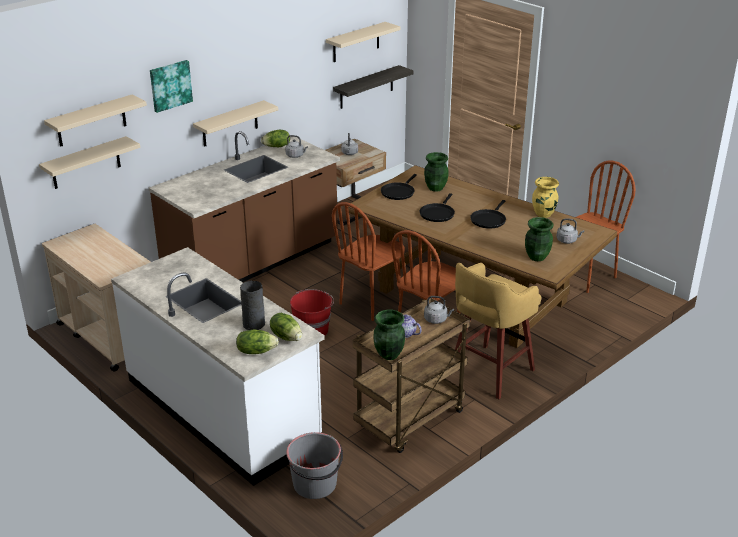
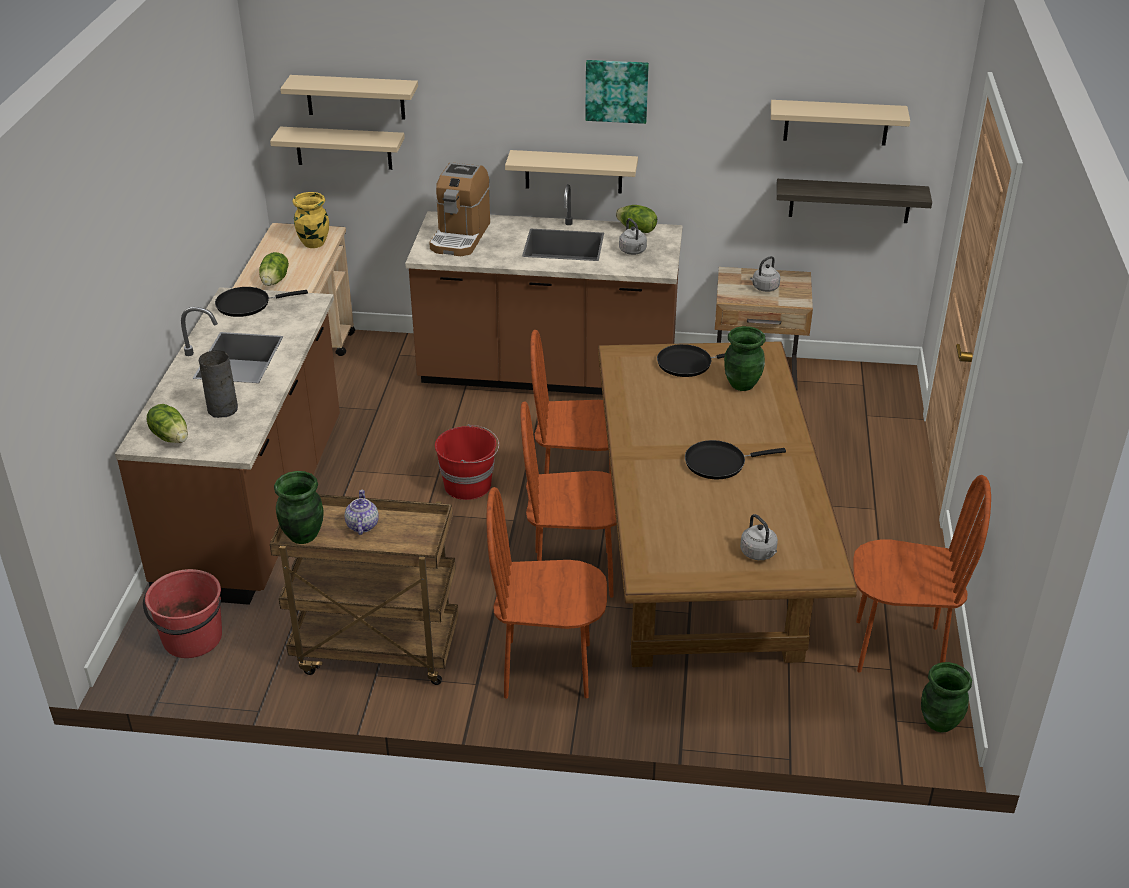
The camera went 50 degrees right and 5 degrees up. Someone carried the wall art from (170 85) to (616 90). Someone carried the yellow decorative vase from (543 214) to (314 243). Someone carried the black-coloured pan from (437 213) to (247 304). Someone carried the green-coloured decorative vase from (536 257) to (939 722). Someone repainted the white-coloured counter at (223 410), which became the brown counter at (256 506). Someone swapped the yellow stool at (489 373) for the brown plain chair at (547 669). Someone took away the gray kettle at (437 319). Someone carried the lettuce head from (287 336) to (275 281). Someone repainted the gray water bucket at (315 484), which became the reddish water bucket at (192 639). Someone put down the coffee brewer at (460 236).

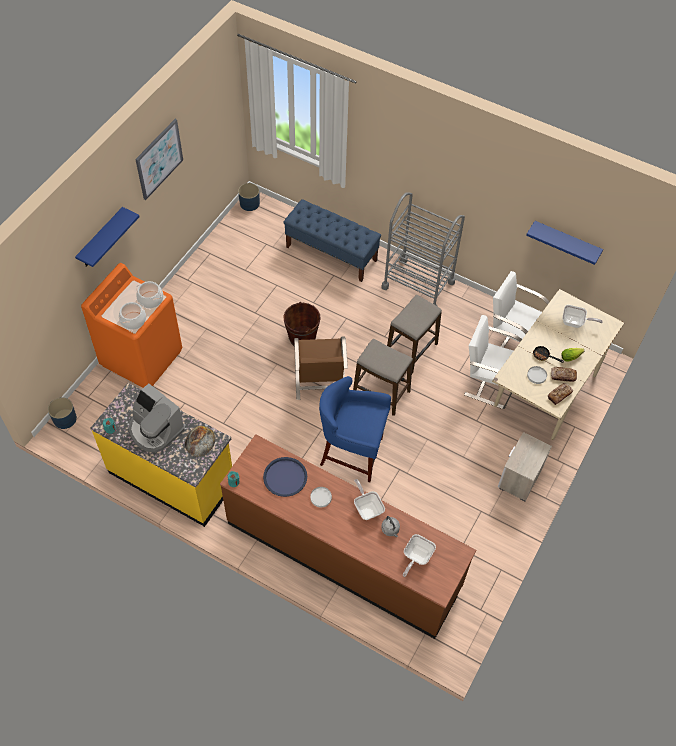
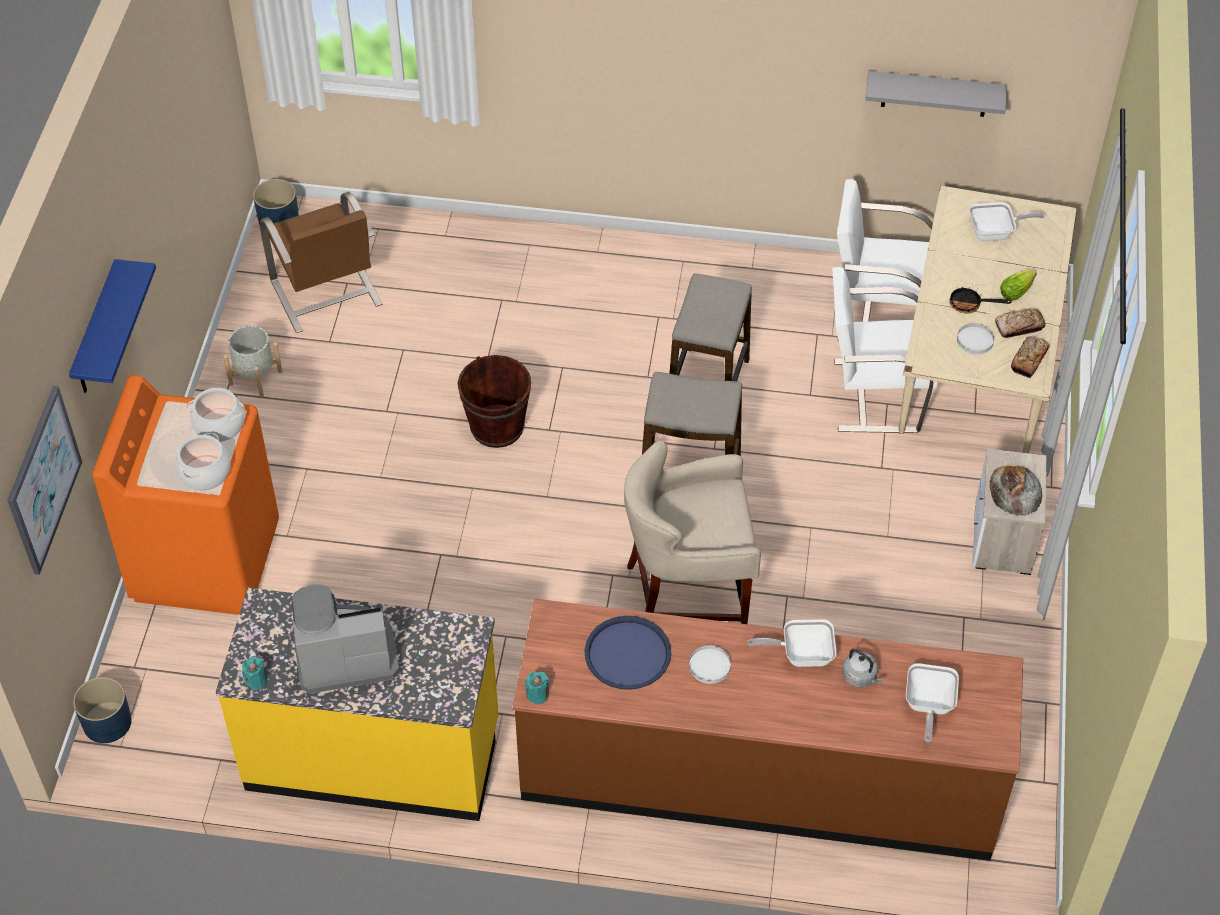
The camera went 20 degrees left and 5 degrees down. Someone carried the wall art from (159 159) to (43 480). Someone took away the gray wheeled cart at (418 284). Someone took away the bluish bench at (331 254). Someone repainted the bluish bracket shelf at (566 242), which became the gray bracket shelf at (934 94). Someone carried the brown plain chair from (320 382) to (326 294). Someone repainted the bluish stool at (352 453), which became the beige-coloured stool at (688 598). Someone rotated the coffee brewer at (155 430) by 150 degrees clockwise. Someone carried the baked bread from (200 441) to (1015 490). Someone rotated the pan at (367 507) by 45 degrees counterclockwise. Someone put down the gray flower pot at (255 378).

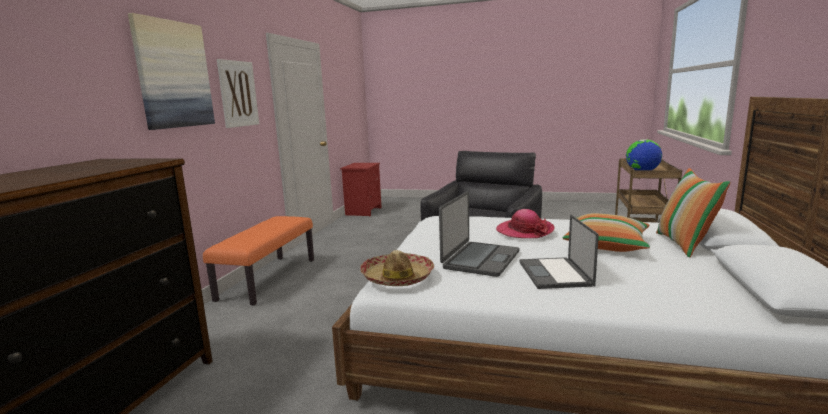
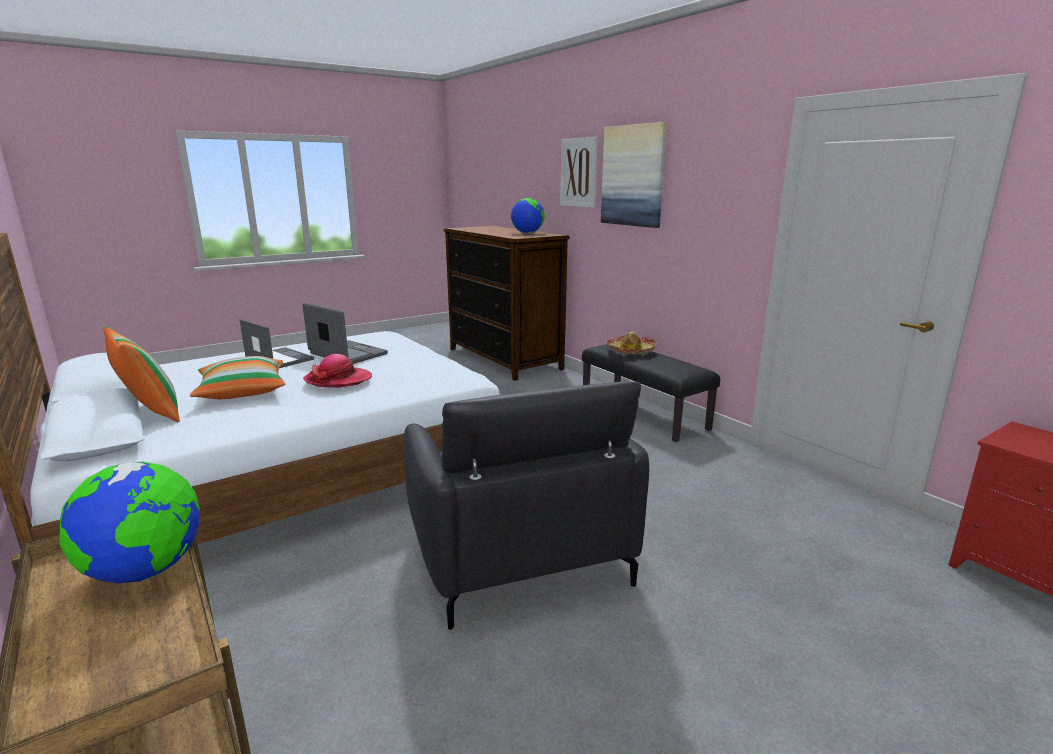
The camera went 130 degrees right and 5 degrees up. Someone carried the wall art from (238 94) to (578 172). Someone rotated the notebook computer at (480 259) by 150 degrees clockwise. Someone repainted the orangey bench at (268 279), which became the black-coloured bench at (644 414). Someone carried the clothing hat from (397 277) to (631 350). Someone put down the desk globe at (527 233).

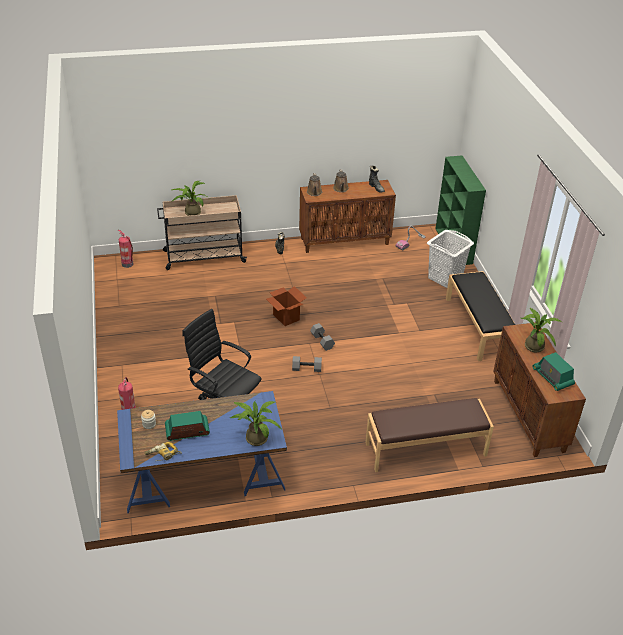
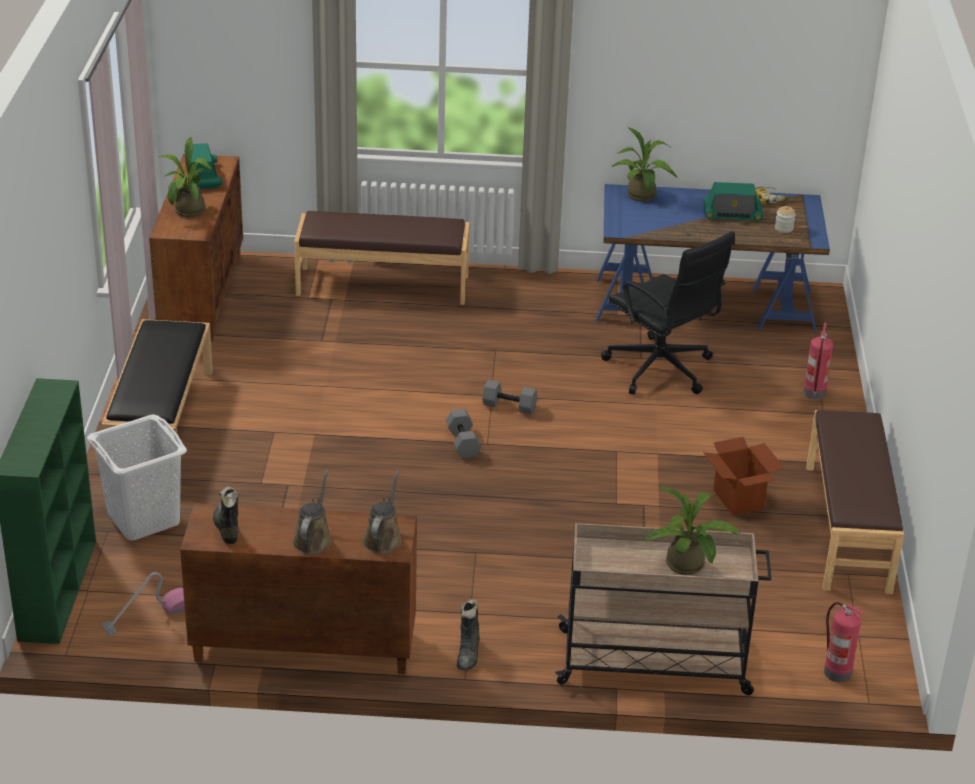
The camera went 165 degrees left and 5 degrees down. Someone carried the cardboard box from (286 317) to (738 499). Someone put down the brown bench at (848 528).

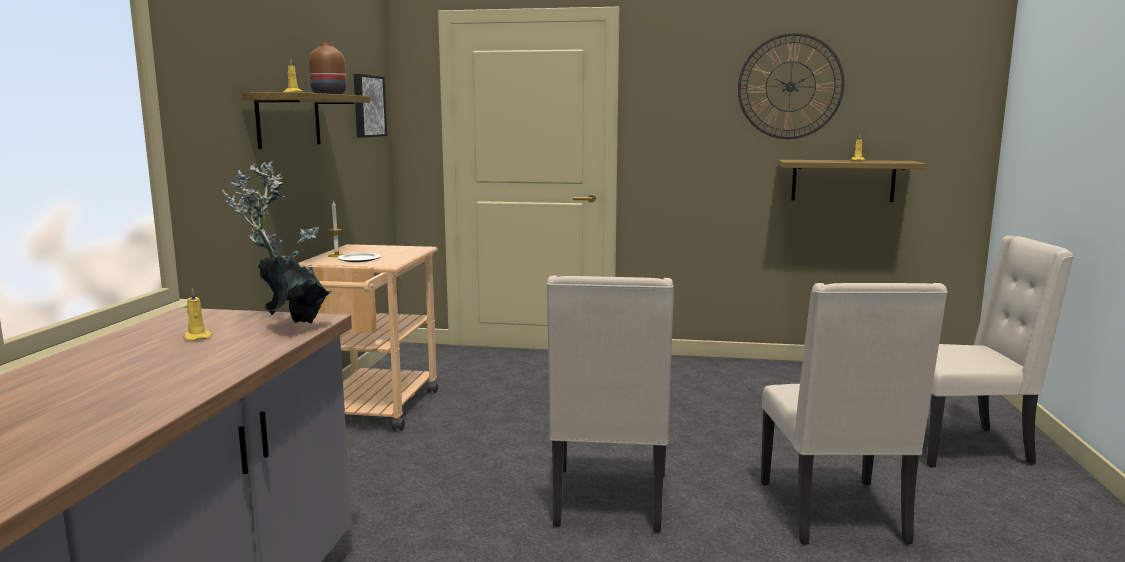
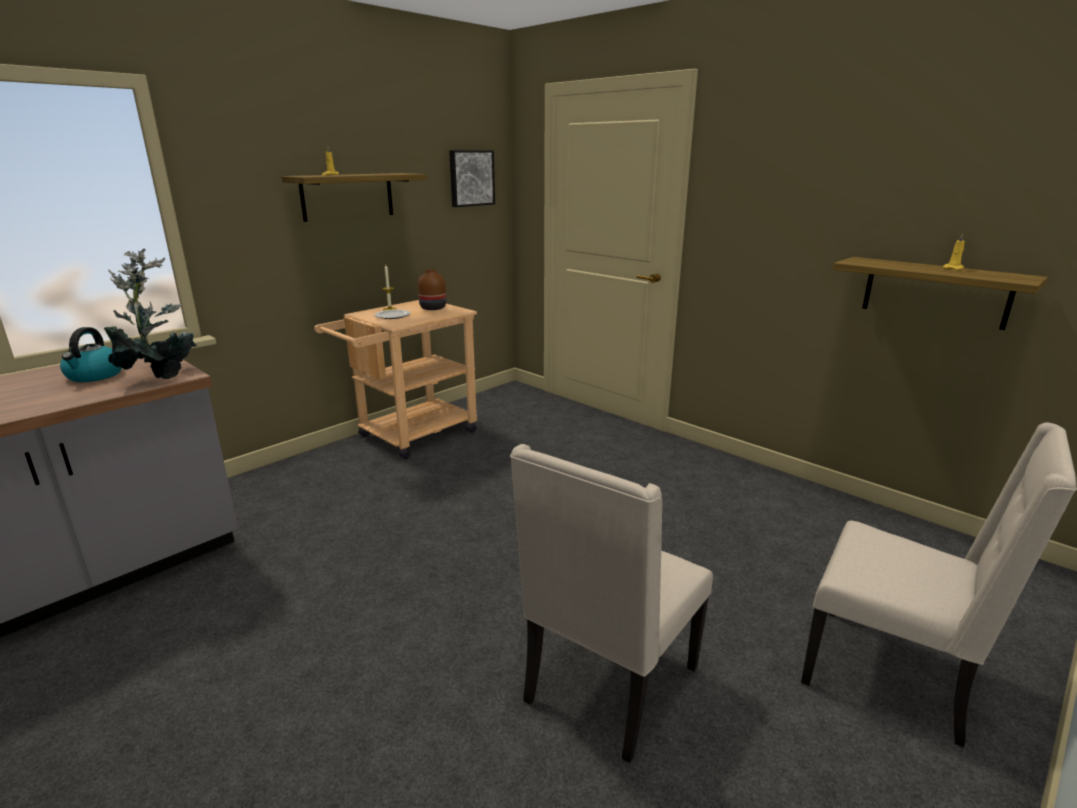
The camera went 35 degrees right and 10 degrees up. Someone took away the wall clock at (790 86). Someone carried the brown decorative vase from (328 94) to (433 308). Someone took away the beige-coloured plain chair at (609 501). Someone swapped the yellow wax light at (197 337) for the kettle at (95 376).

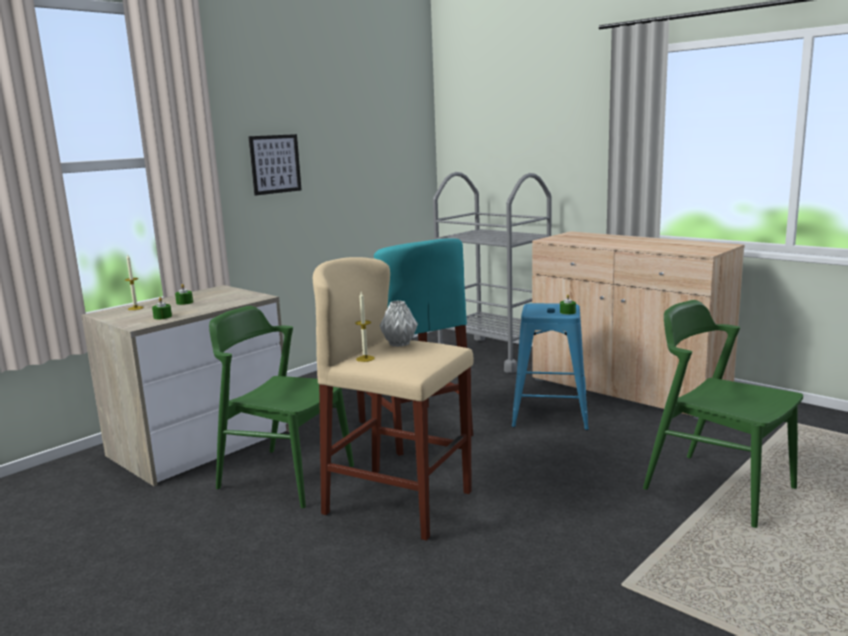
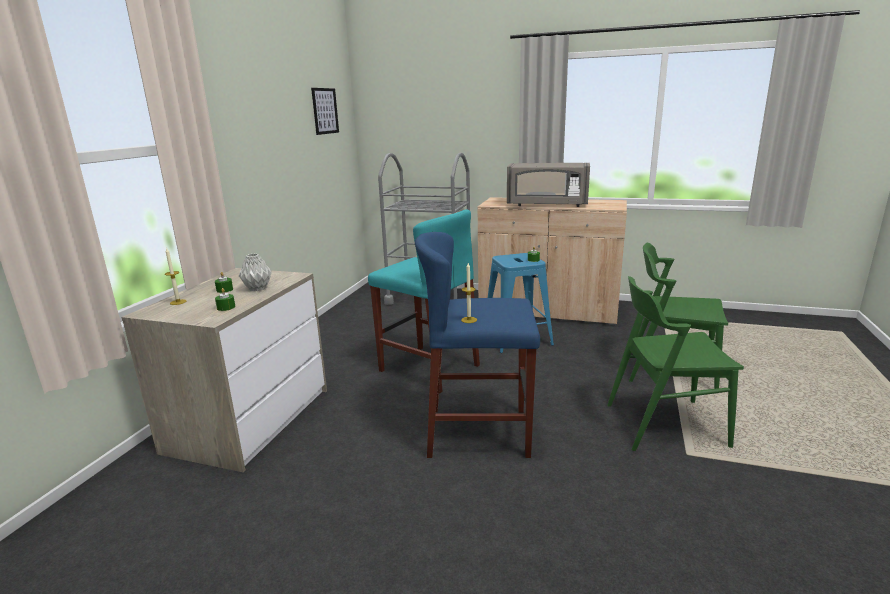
The camera went 25 degrees left and 5 degrees up. Someone carried the wall art from (275 164) to (325 111). Someone repainted the beige-coloured stool at (398 502), which became the bluish stool at (478 432). Someone carried the gray decorative vase from (399 344) to (257 289). Someone carried the green-coloured plain chair from (286 476) to (664 424). Someone put down the gray microwave at (547 204).

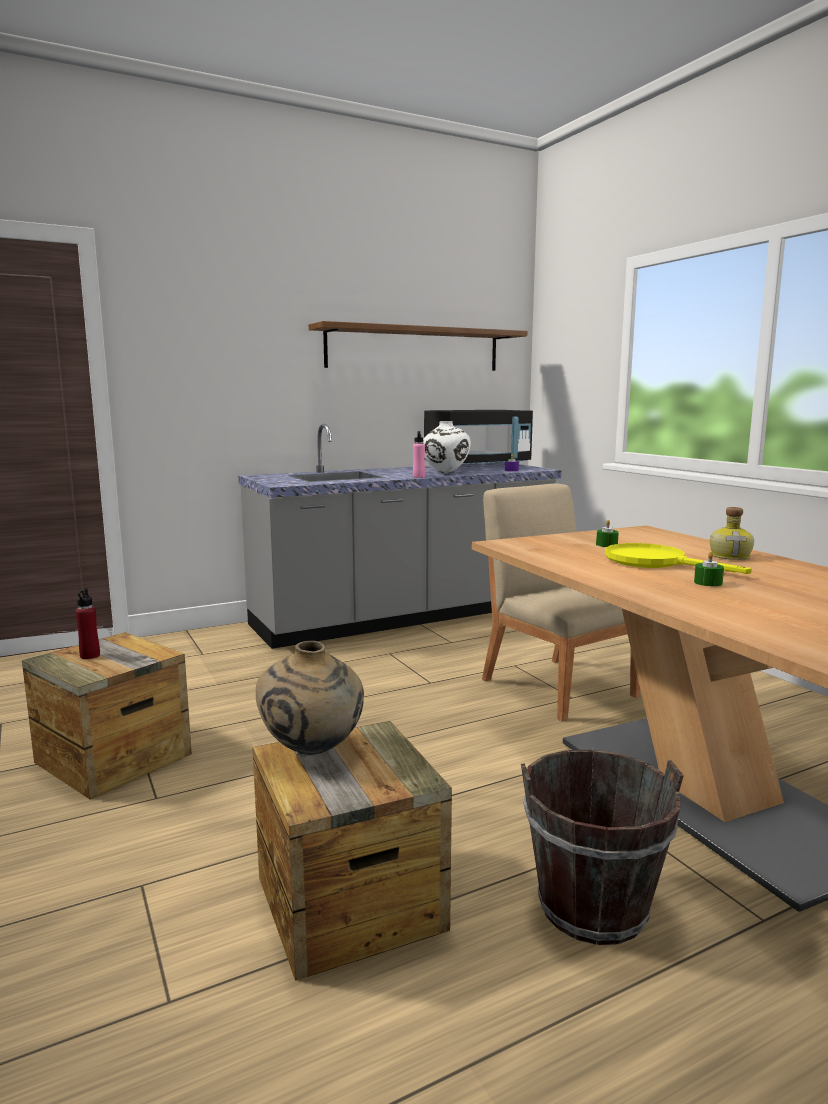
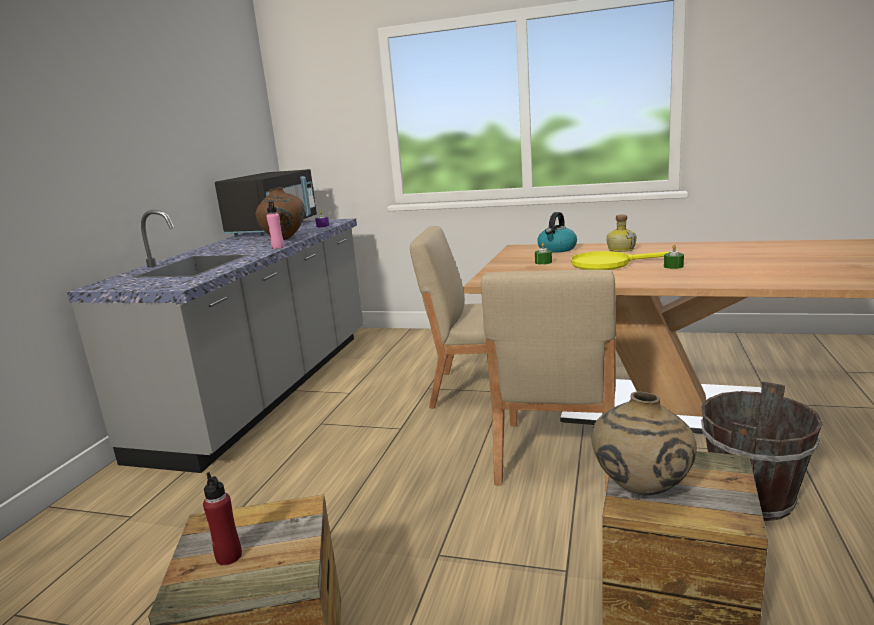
The camera went 45 degrees left and 5 degrees up. Someone took away the bracket shelf at (414 349). Someone repainted the white-coloured decorative vase at (445 473), which became the brown decorative vase at (284 239). Someone put down the kettle at (557 249). Someone put down the beige-coloured plain chair at (555 455).

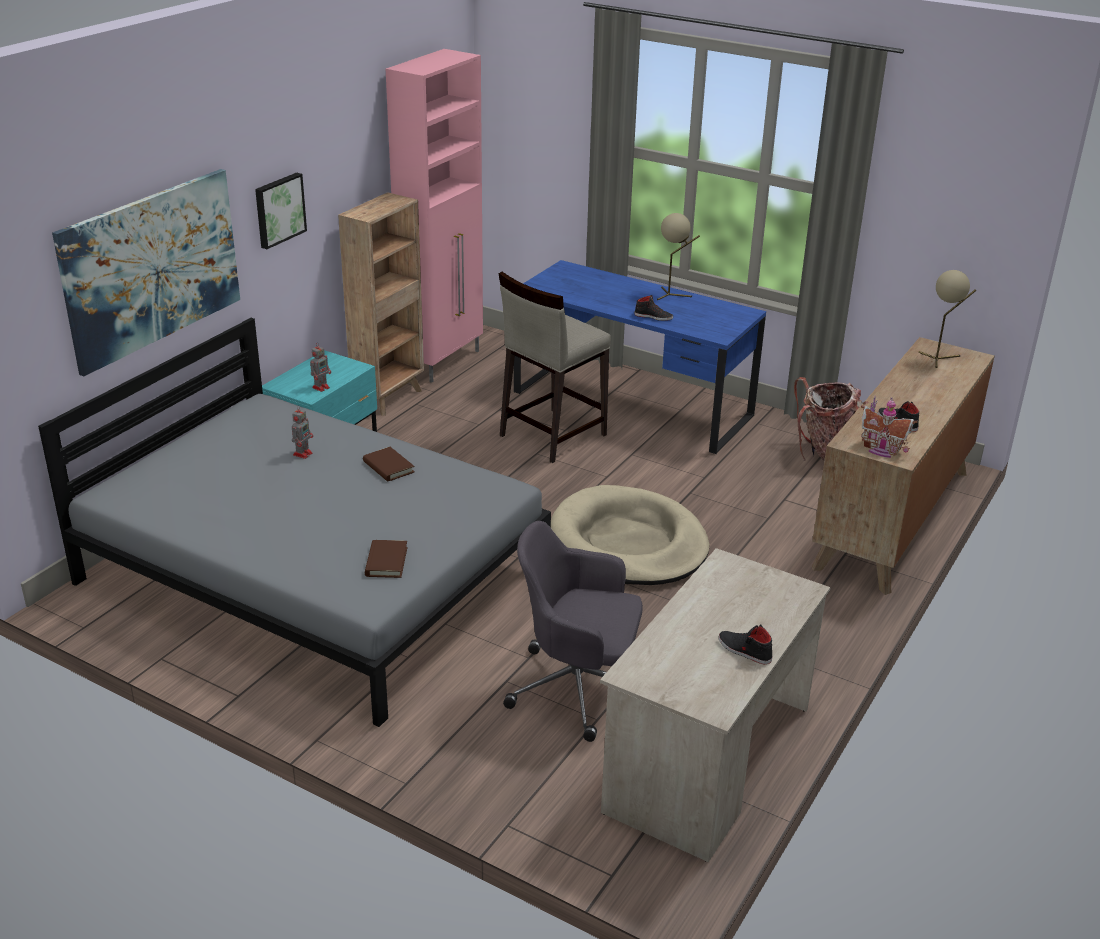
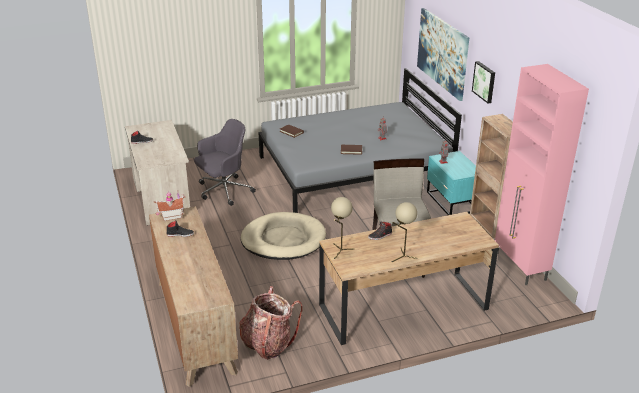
The camera went 130 degrees right and 0 degrees up. Someone repainted the bluish desk table at (632 404), which became the brown desk table at (403 307). Someone carried the beige-coloured tabletop lamp from (939 358) to (340 251).

